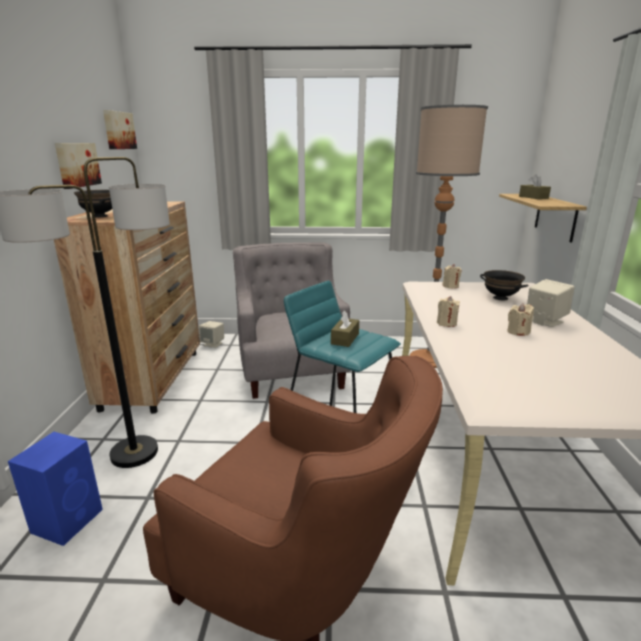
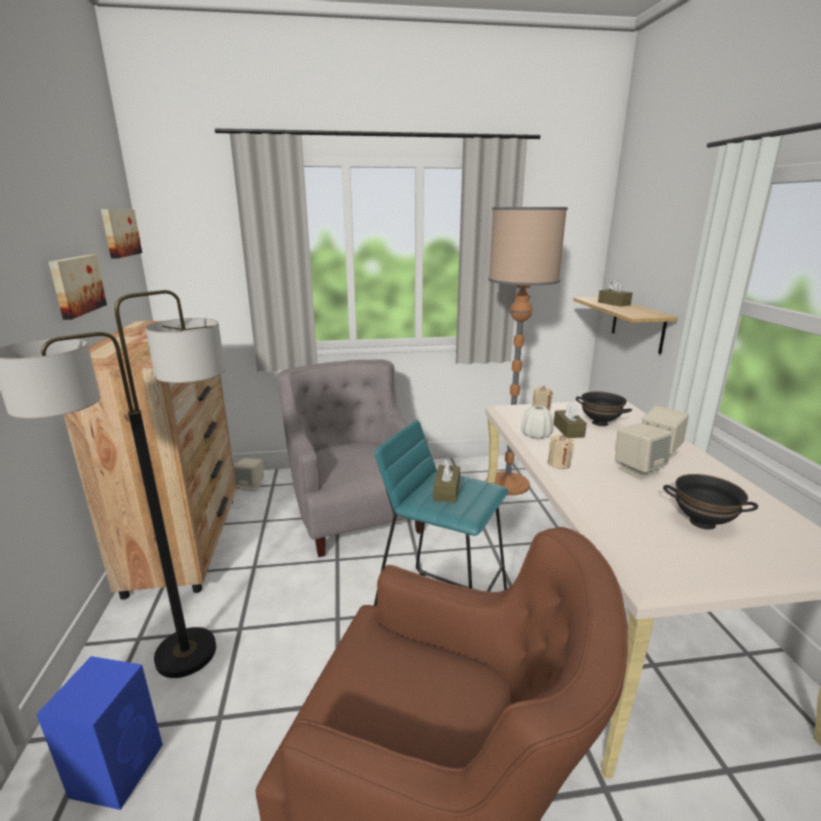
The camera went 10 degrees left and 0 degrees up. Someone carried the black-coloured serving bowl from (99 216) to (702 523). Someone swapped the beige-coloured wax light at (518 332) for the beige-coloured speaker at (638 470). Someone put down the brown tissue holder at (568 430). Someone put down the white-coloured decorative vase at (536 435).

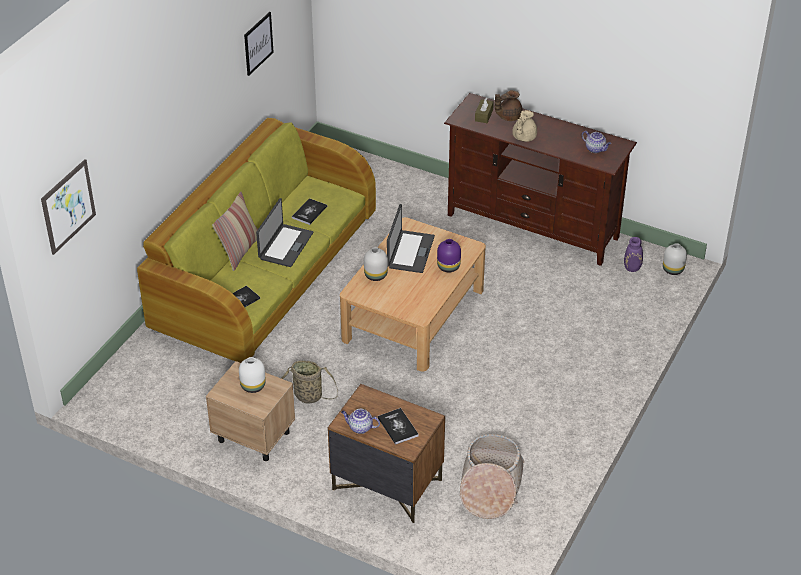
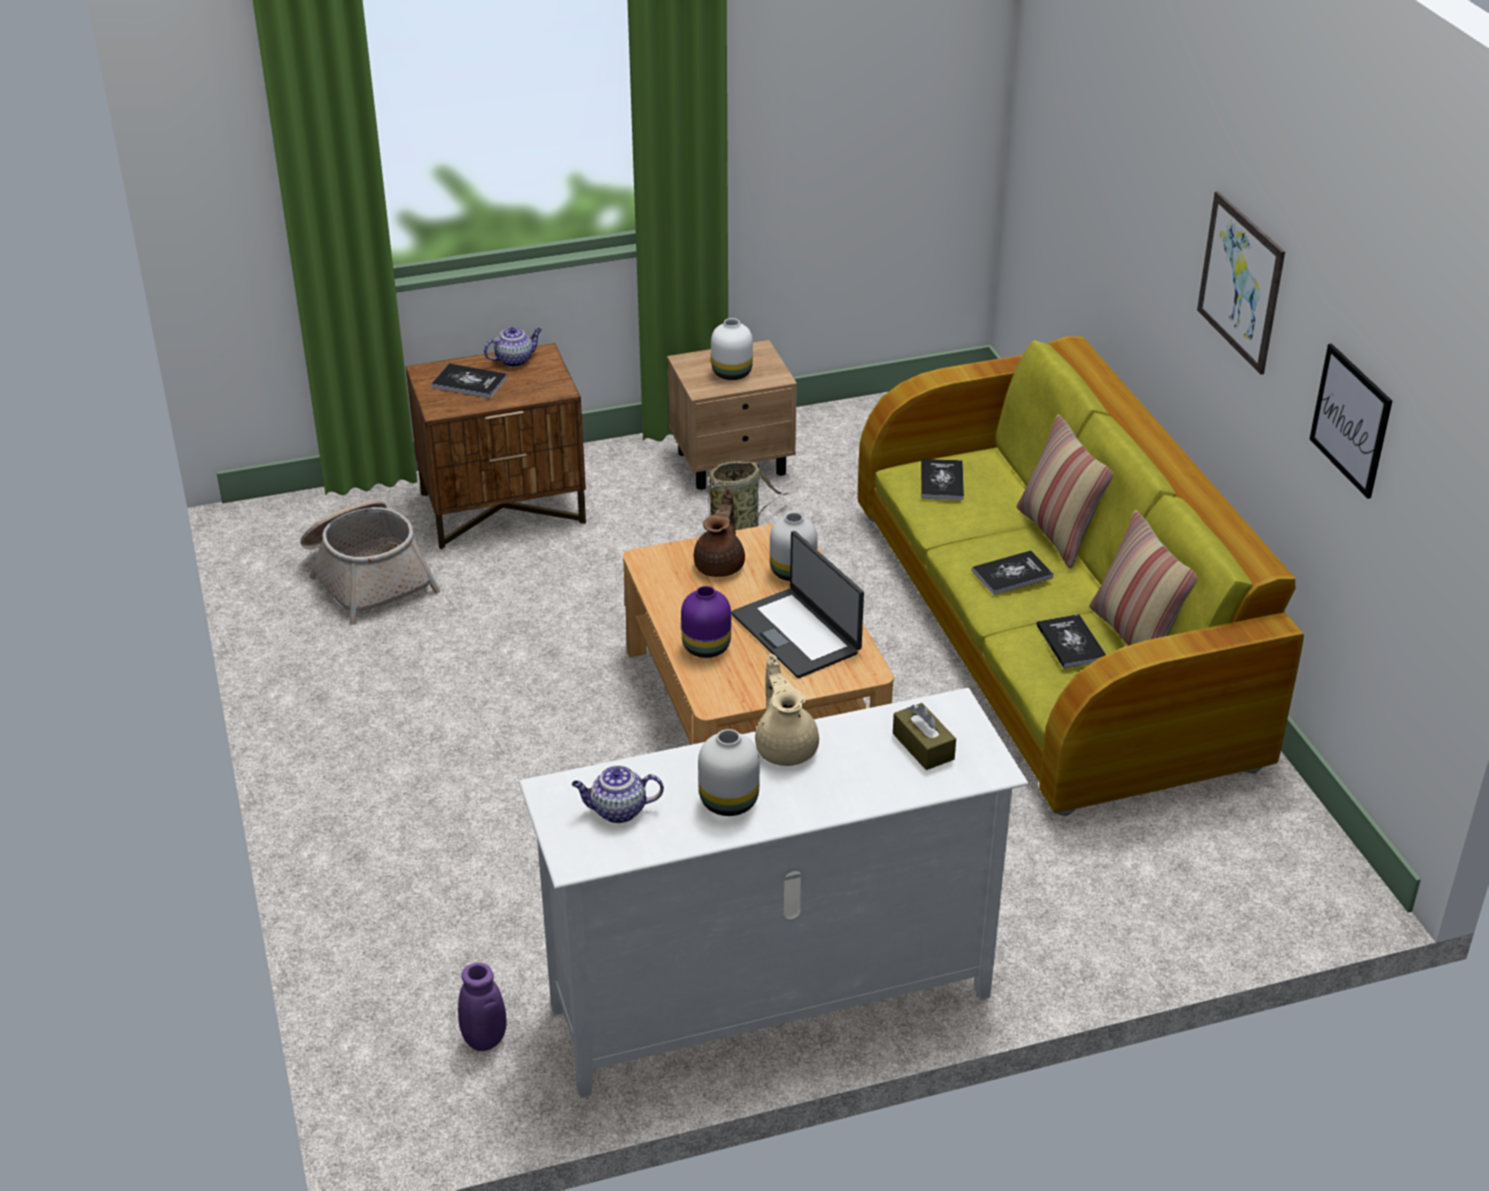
The camera went 135 degrees right and 5 degrees down. Someone carried the brown pot for tea from (508 116) to (721 565). Someone repainted the brown tv stand at (533 226), which became the white-coloured tv stand at (770 1003). Someone carried the wall art from (68 206) to (1240 282). Someone swapped the notebook computer at (285 245) for the bound book at (1012 574). Someone carried the white-coloured decorative vase from (673 269) to (728 802). Someone put down the throw pillow at (1135 637).

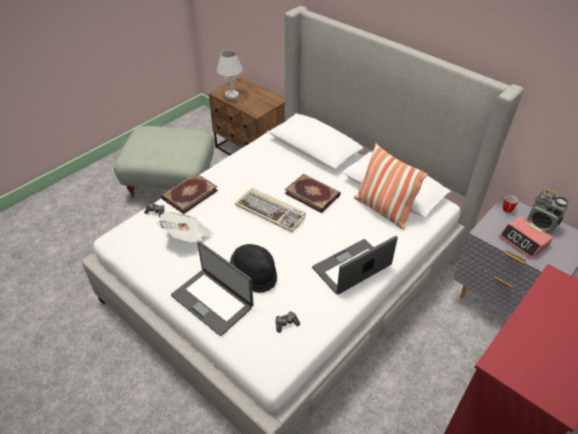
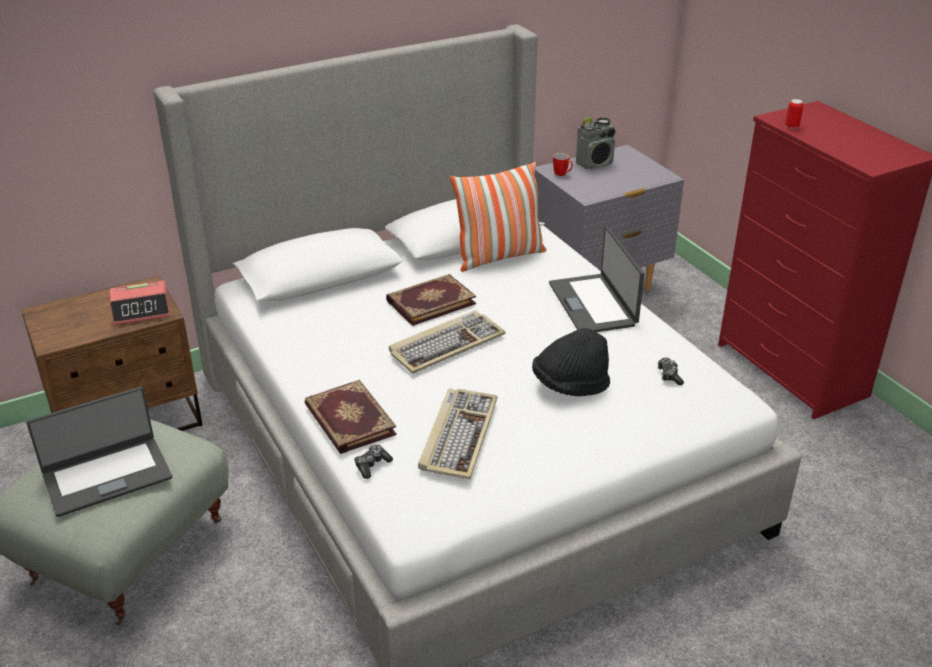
The camera went 70 degrees left and 10 degrees down. Someone took away the white-coloured tabletop lamp at (231 95). Someone swapped the printed paper at (187 236) for the keyboard at (458 435). Someone carried the alarm clock from (524 241) to (141 310). Someone carried the notebook computer from (213 301) to (107 475). Someone put down the sealed can at (792 127).

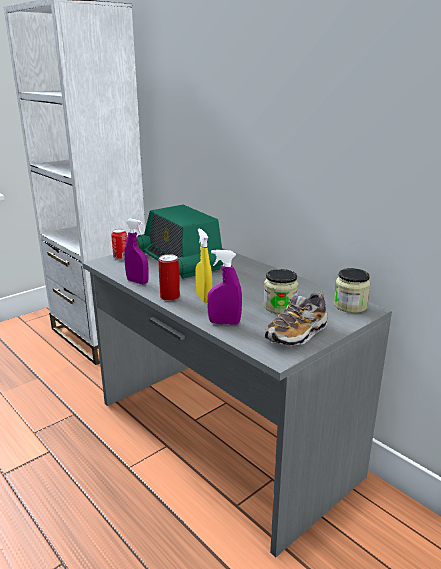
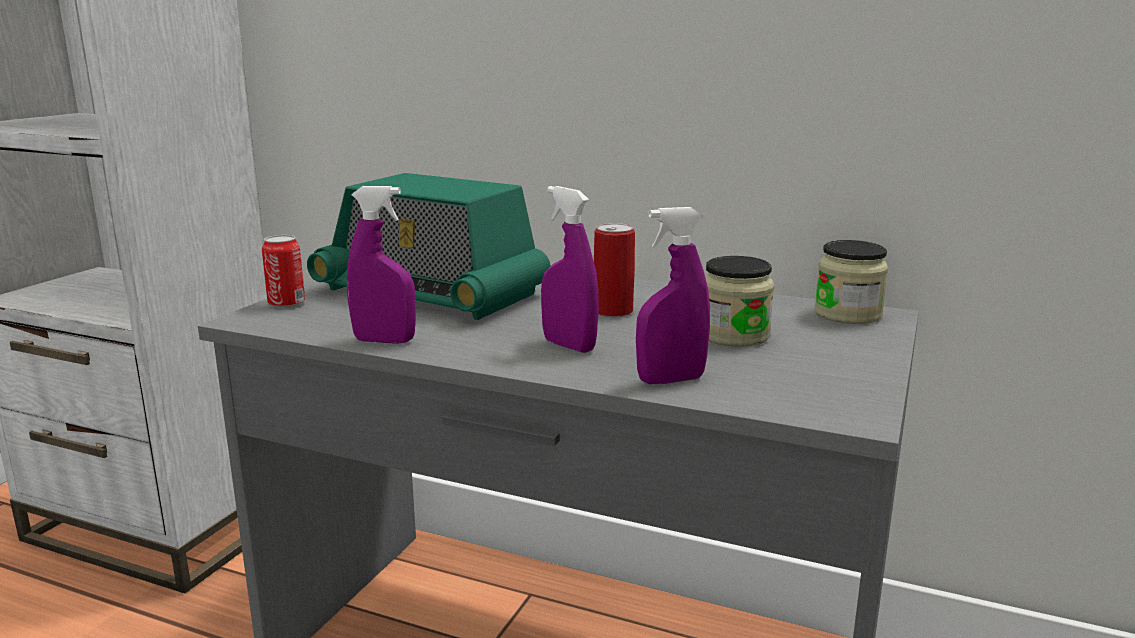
The camera went 25 degrees left and 5 degrees down. Someone repainted the yellow hand sprayer at (203 298), which became the purplish hand sprayer at (569 345). Someone carried the sealed can from (170 297) to (613 311). Someone took away the low shoe at (297 334).

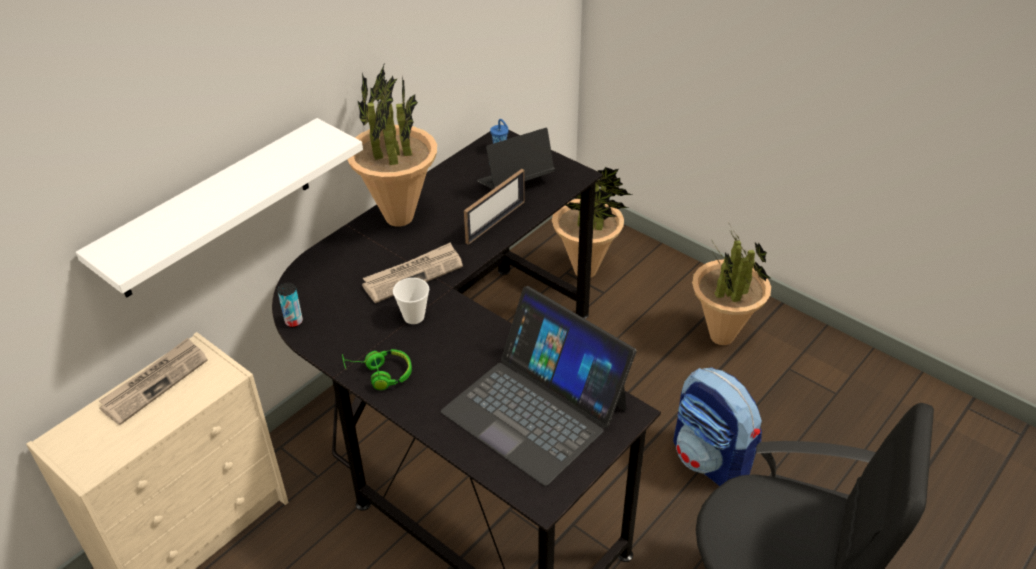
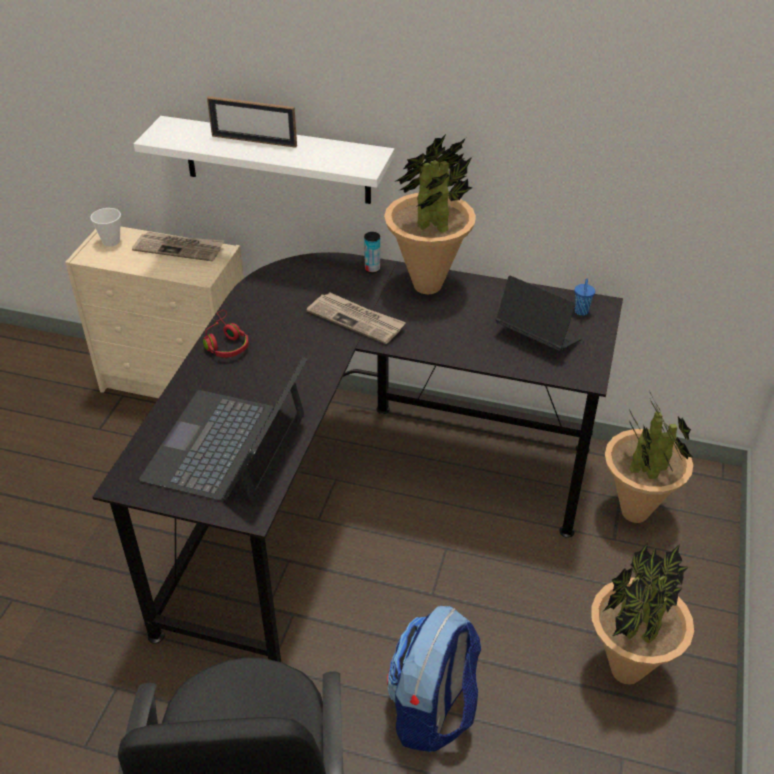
The camera went 65 degrees right and 0 degrees up. Someone carried the picture frame from (495 222) to (254 141). Someone carried the cup from (414 317) to (111 241). Someone carried the sealed can from (294 322) to (372 269). Someone repainted the green-coloured headphones at (379 374), which became the reddish headphones at (225 343).

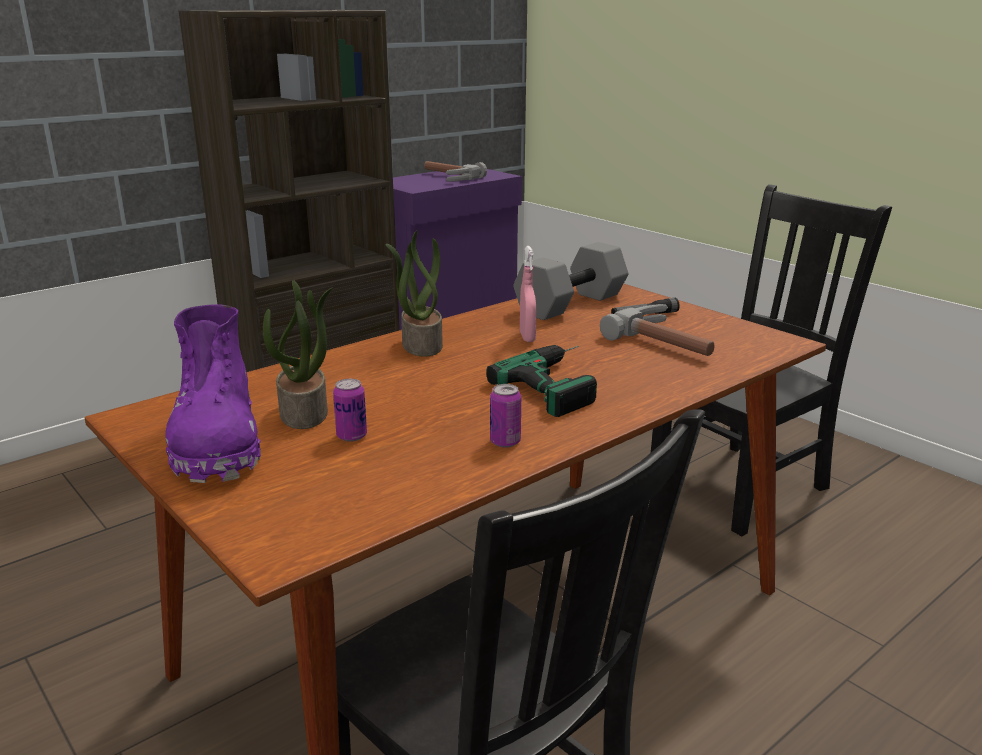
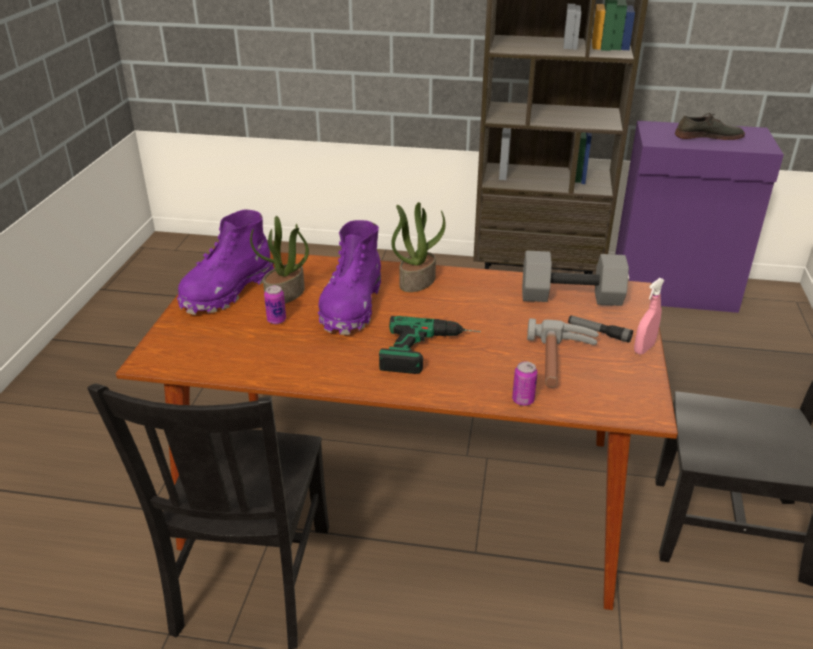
The camera went 50 degrees right and 10 degrees up. Someone swapped the hammer at (446 178) for the gray low shoe at (708 136). Someone carried the pink hand sprayer from (527 337) to (644 349). Someone carried the sealed can from (505 442) to (523 400). Someone put down the purplish boot at (352 307).

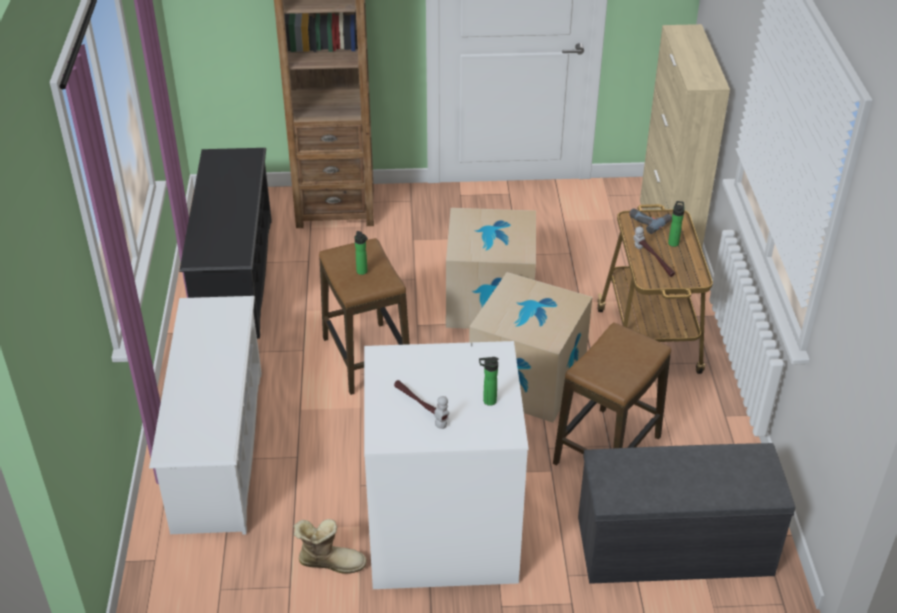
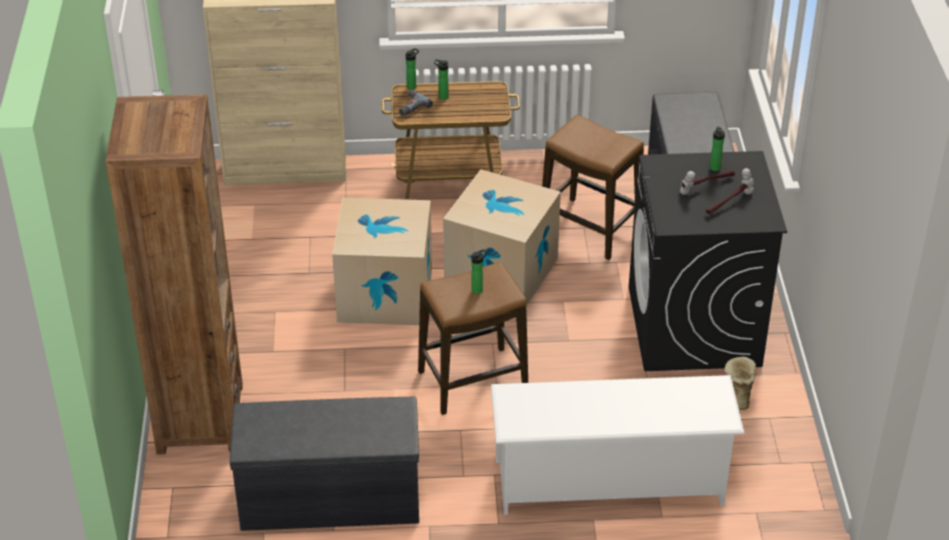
The camera went 90 degrees left and 0 degrees up. Someone swapped the black-coloured shoe rack at (235 276) for the gray bench at (328 498). Someone carried the hammer from (652 261) to (707 186). Someone repainted the white-coloured laundry appliance at (441 532), which became the black-coloured laundry appliance at (694 327). Someone put down the beverage bottle at (412 86).

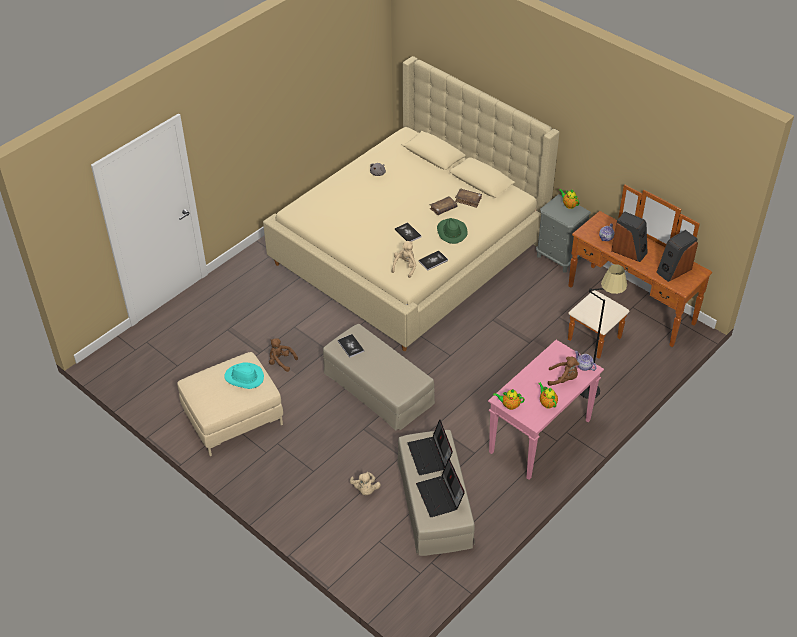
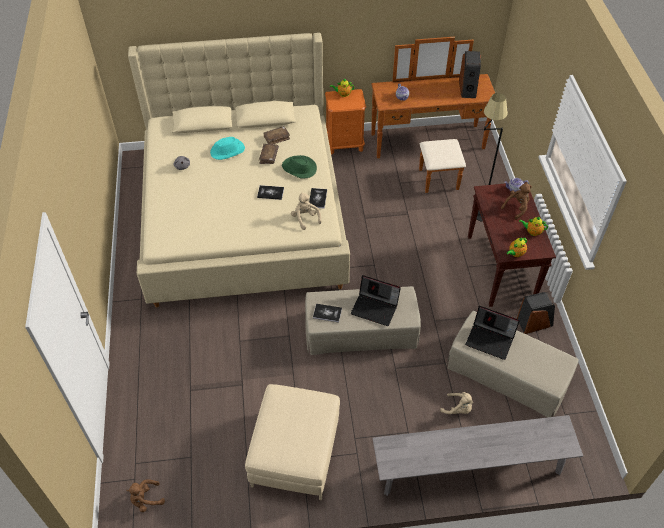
The camera went 50 degrees left and 5 degrees up. Someone repainted the gray bedside table at (559 257), which became the orangey bedside table at (345 144). Someone carried the speaker from (629 251) to (534 323). Someone carried the brown cuddly toy from (281 361) to (146 500). Someone repainted the pink hall table at (540 437), which became the brown hall table at (500 269). Someone carried the turquoise-coloured clothing hat from (244 378) to (228 150). Someone carried the notebook computer from (440 496) to (375 308). Someone put down the gray bench at (469 468).

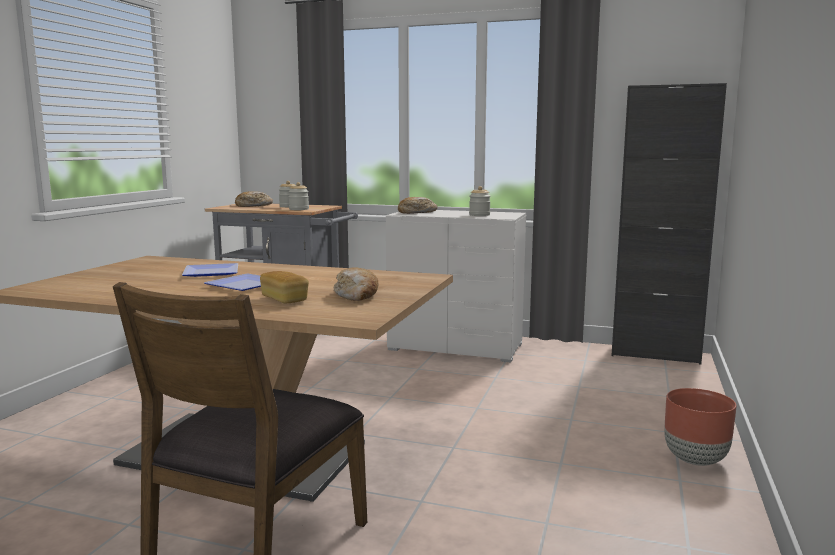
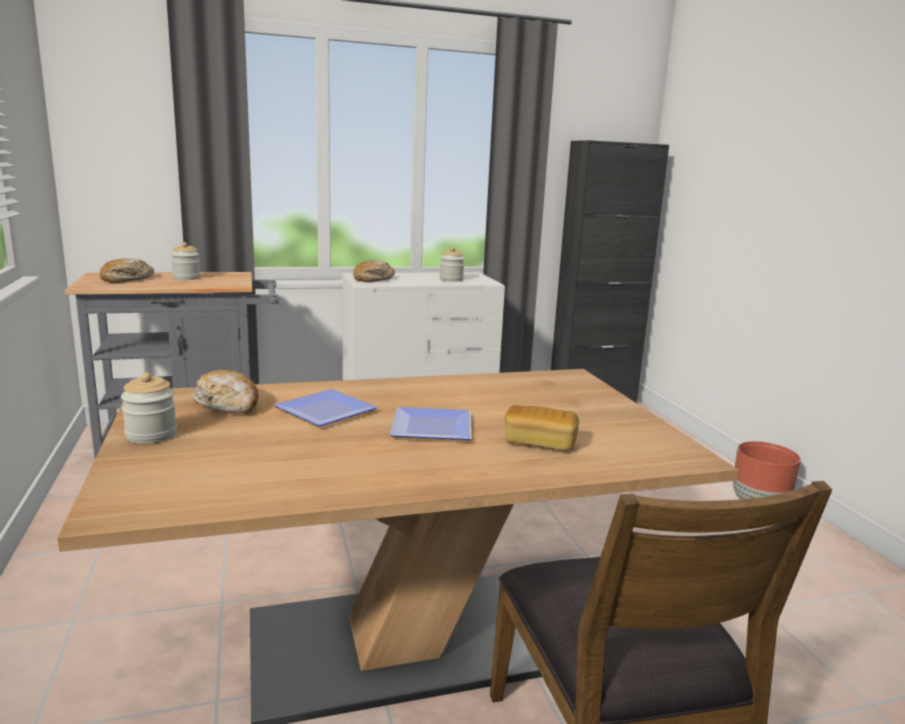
The camera went 35 degrees left and 5 degrees up. Someone carried the storage jar from (299 209) to (151 435). Someone carried the baked bread from (357 295) to (228 404).

